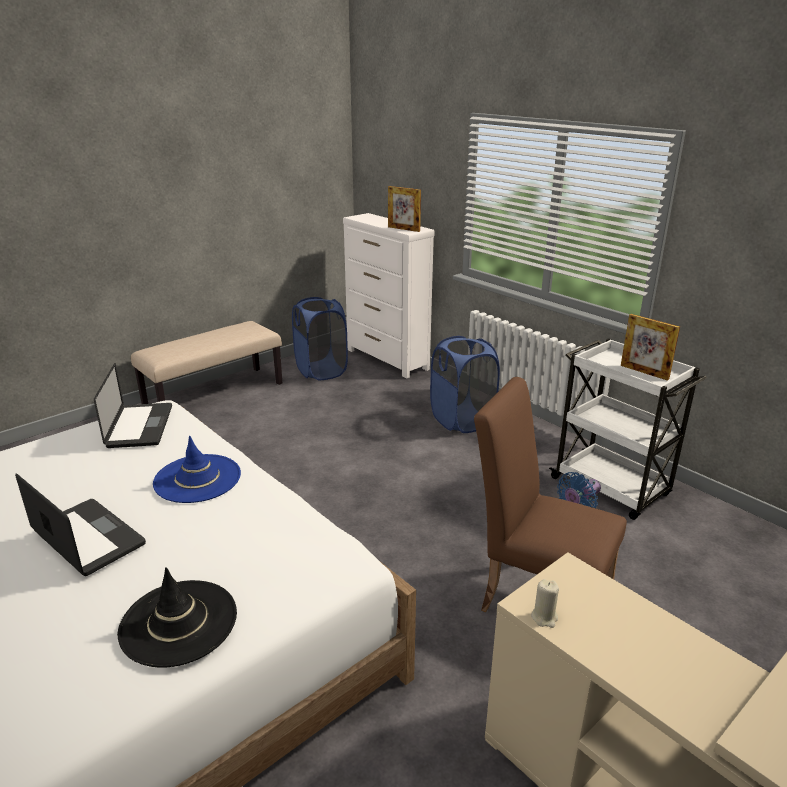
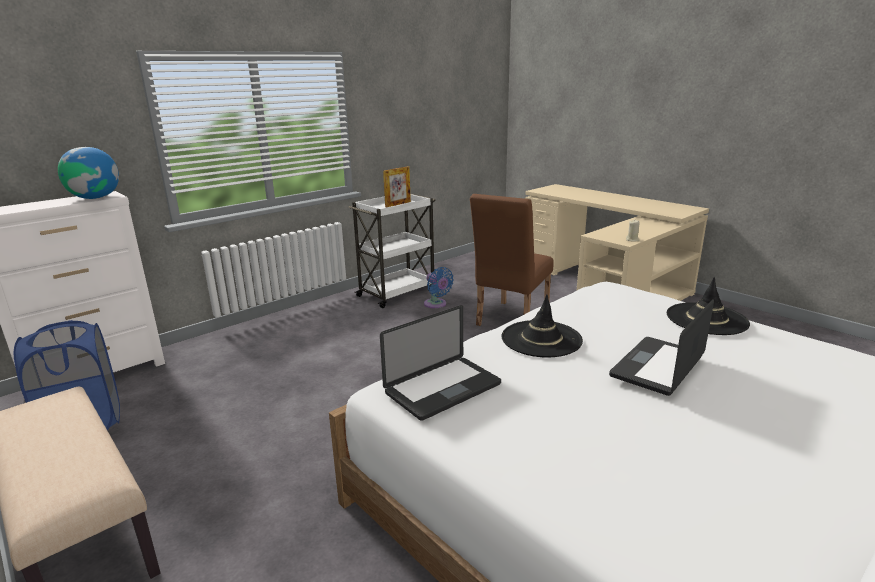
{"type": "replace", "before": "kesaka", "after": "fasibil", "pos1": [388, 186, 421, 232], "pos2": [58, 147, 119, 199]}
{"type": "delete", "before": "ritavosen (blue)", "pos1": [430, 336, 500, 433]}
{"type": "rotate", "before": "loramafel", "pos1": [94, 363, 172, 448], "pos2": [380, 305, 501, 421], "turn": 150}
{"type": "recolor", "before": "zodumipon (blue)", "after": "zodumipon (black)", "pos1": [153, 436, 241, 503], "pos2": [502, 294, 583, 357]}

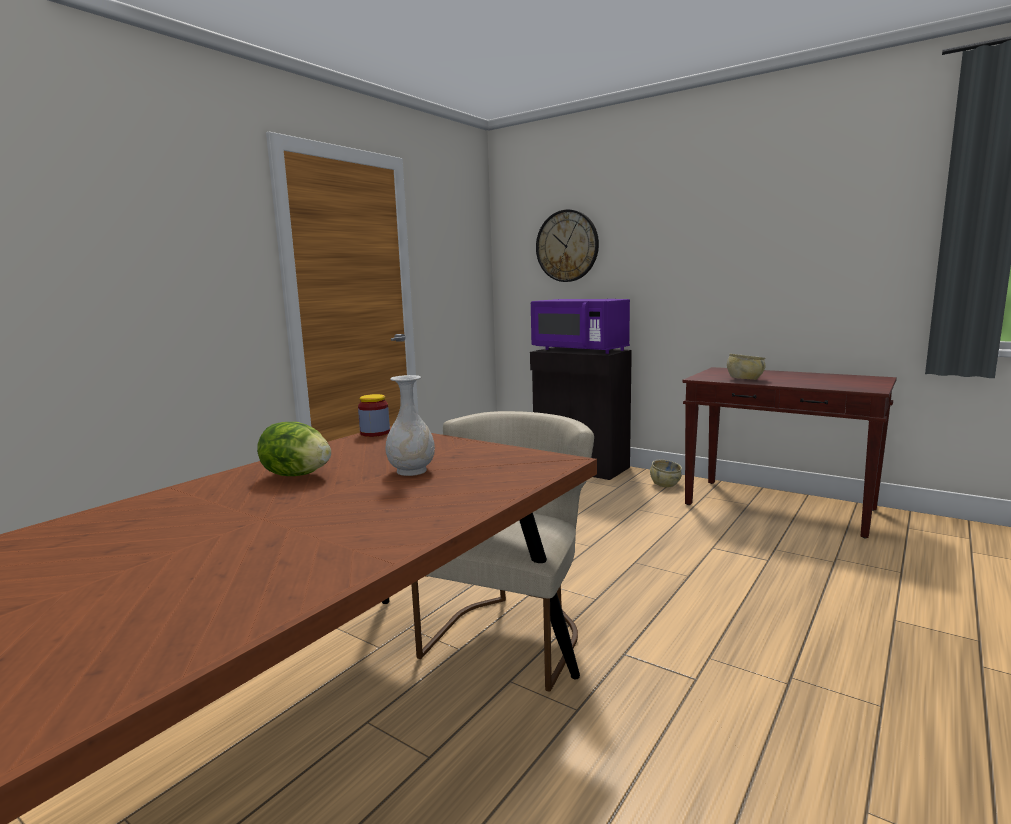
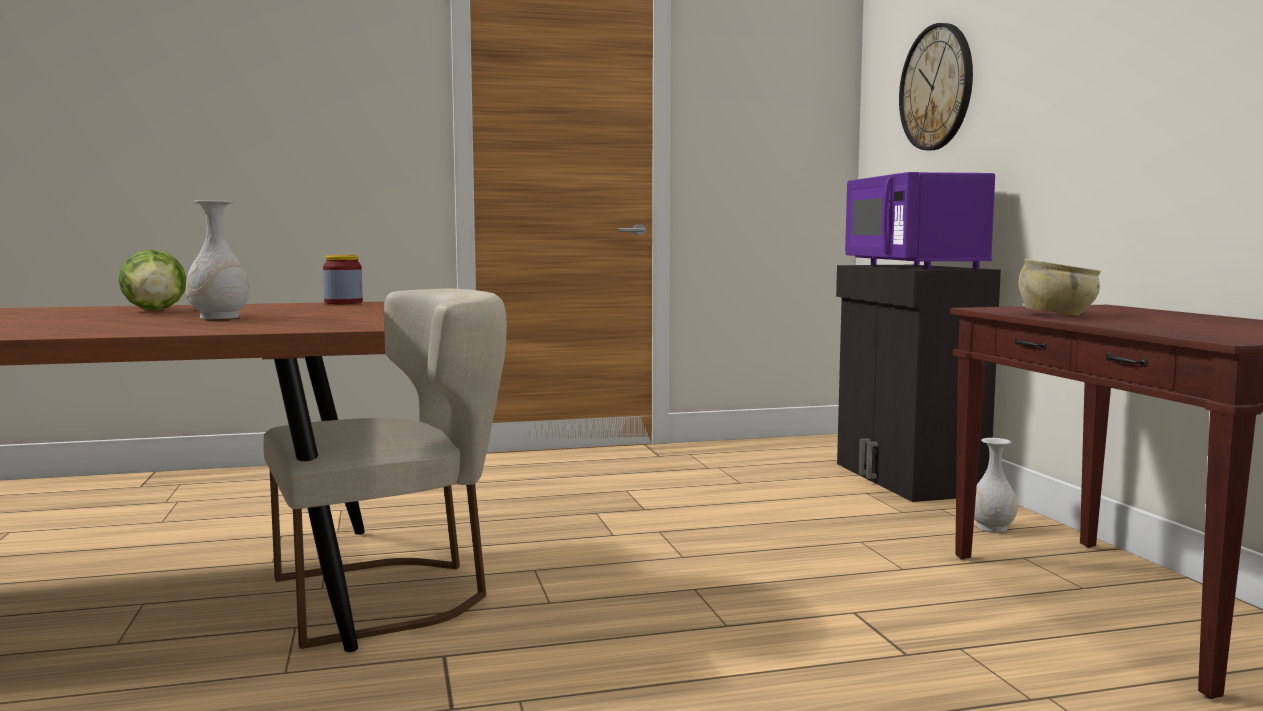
{"type": "replace", "before": "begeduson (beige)", "after": "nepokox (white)", "pos1": [650, 460, 682, 488], "pos2": [974, 438, 1018, 532]}

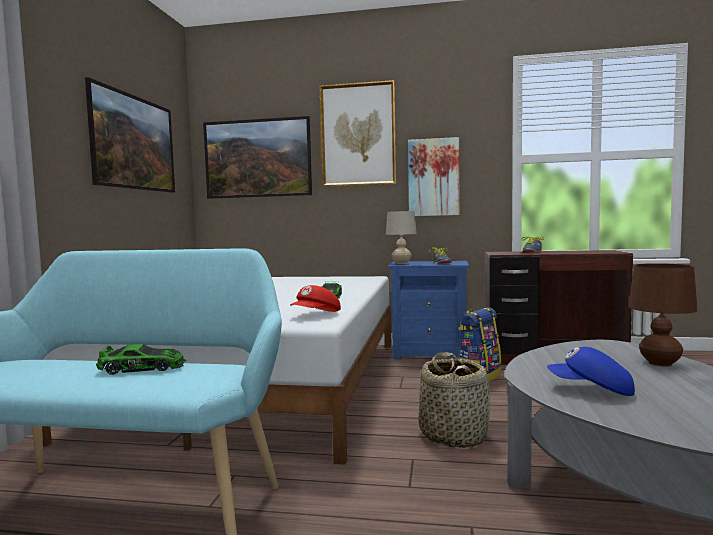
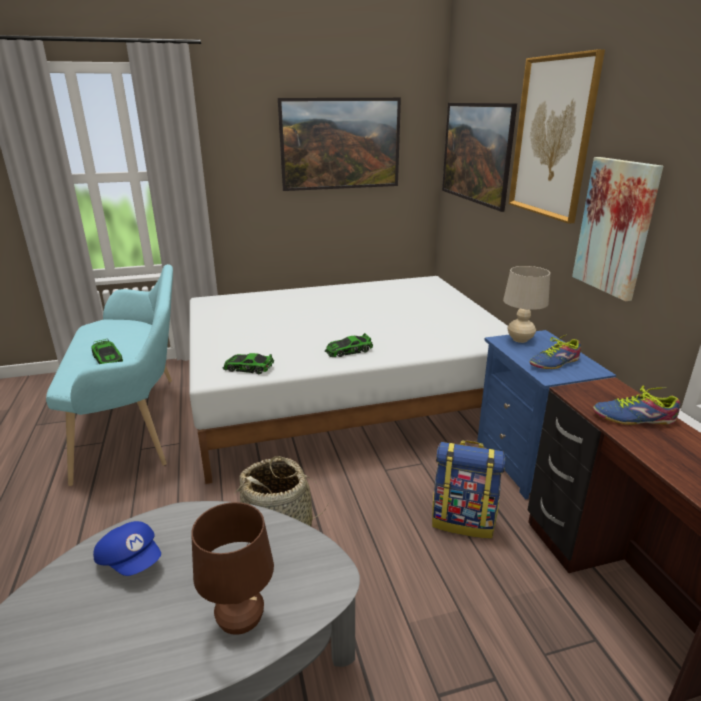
{"type": "replace", "before": "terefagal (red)", "after": "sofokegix", "pos1": [290, 285, 341, 312], "pos2": [223, 353, 274, 374]}
{"type": "rotate", "before": "terefagal (blue)", "pos1": [547, 347, 635, 396], "pos2": [93, 521, 161, 576], "turn": 135}

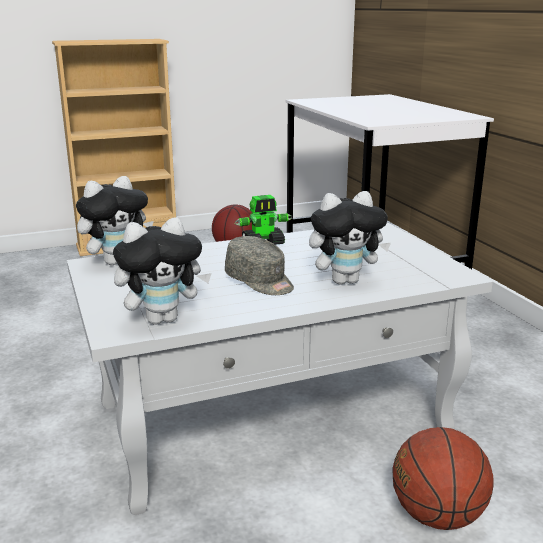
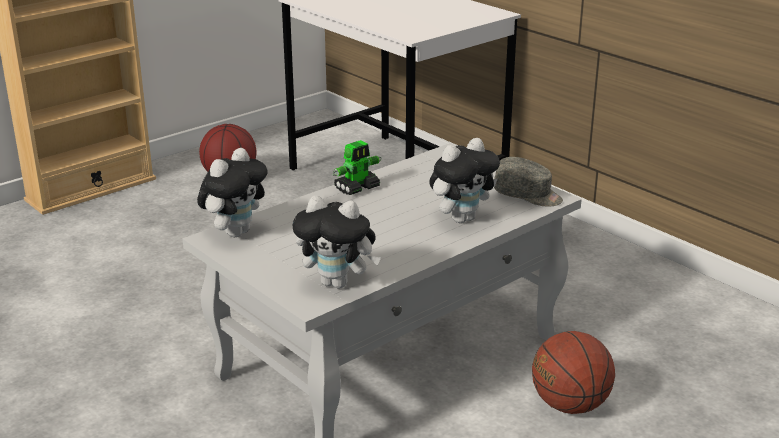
{"type": "rotate", "before": "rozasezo", "pos1": [113, 217, 212, 325], "pos2": [292, 196, 381, 288], "turn": 60}
{"type": "move", "before": "terefagal (grey)", "pos1": [225, 236, 294, 295], "pos2": [494, 157, 563, 206]}

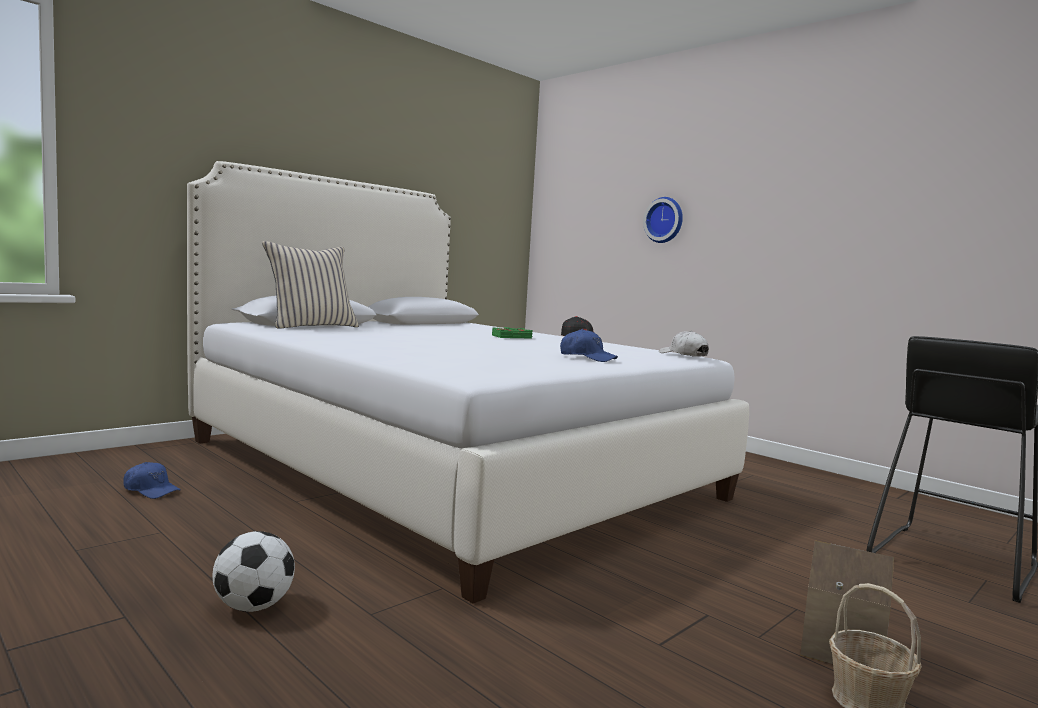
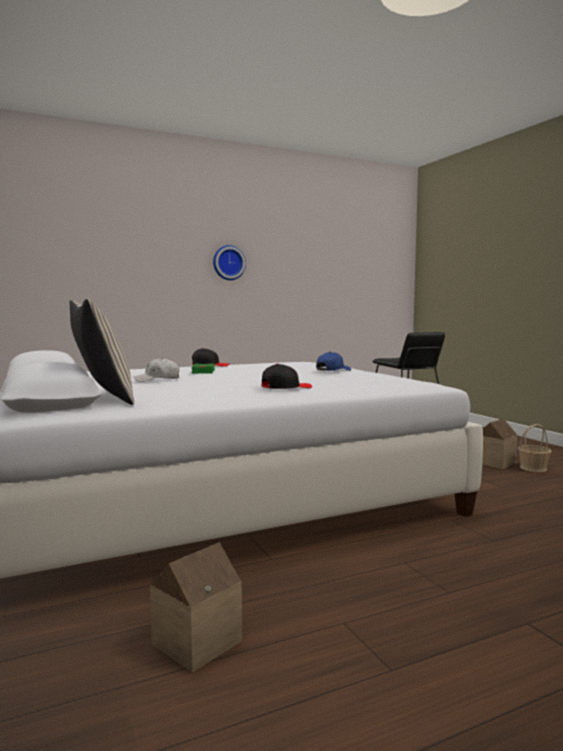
{"type": "move", "before": "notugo", "pos1": [643, 197, 683, 243], "pos2": [213, 245, 246, 280]}
{"type": "move", "before": "terefagal (white)", "pos1": [659, 331, 709, 357], "pos2": [134, 358, 180, 382]}
{"type": "replace", "before": "terefagal (blue)", "after": "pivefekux", "pos1": [123, 462, 181, 499], "pos2": [150, 542, 242, 673]}
{"type": "delete", "before": "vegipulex", "pos1": [212, 531, 295, 612]}
{"type": "insert", "after": "terefagal (black)", "pos2": [262, 364, 312, 389]}

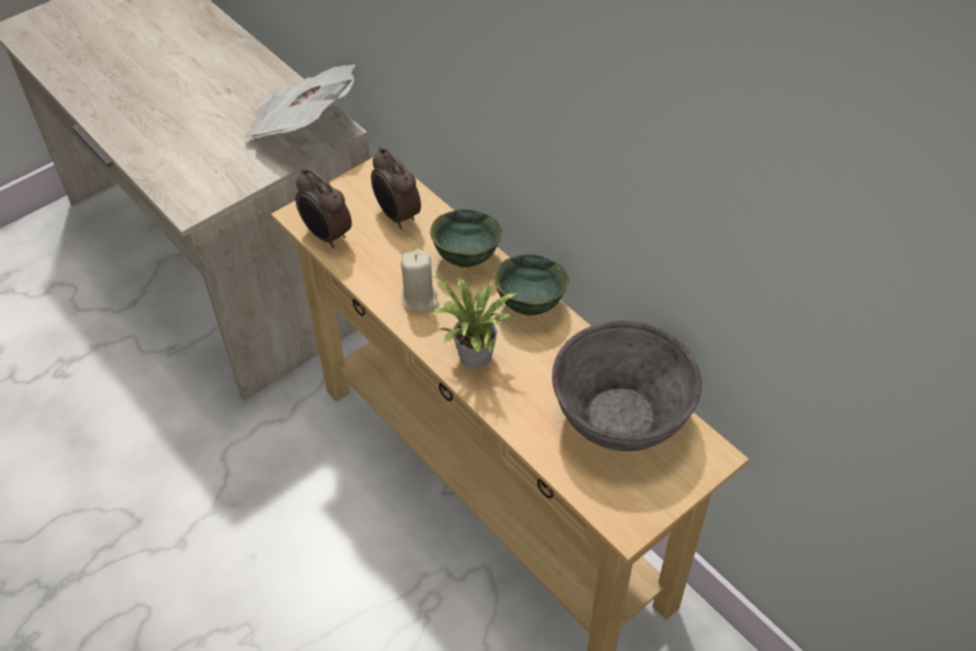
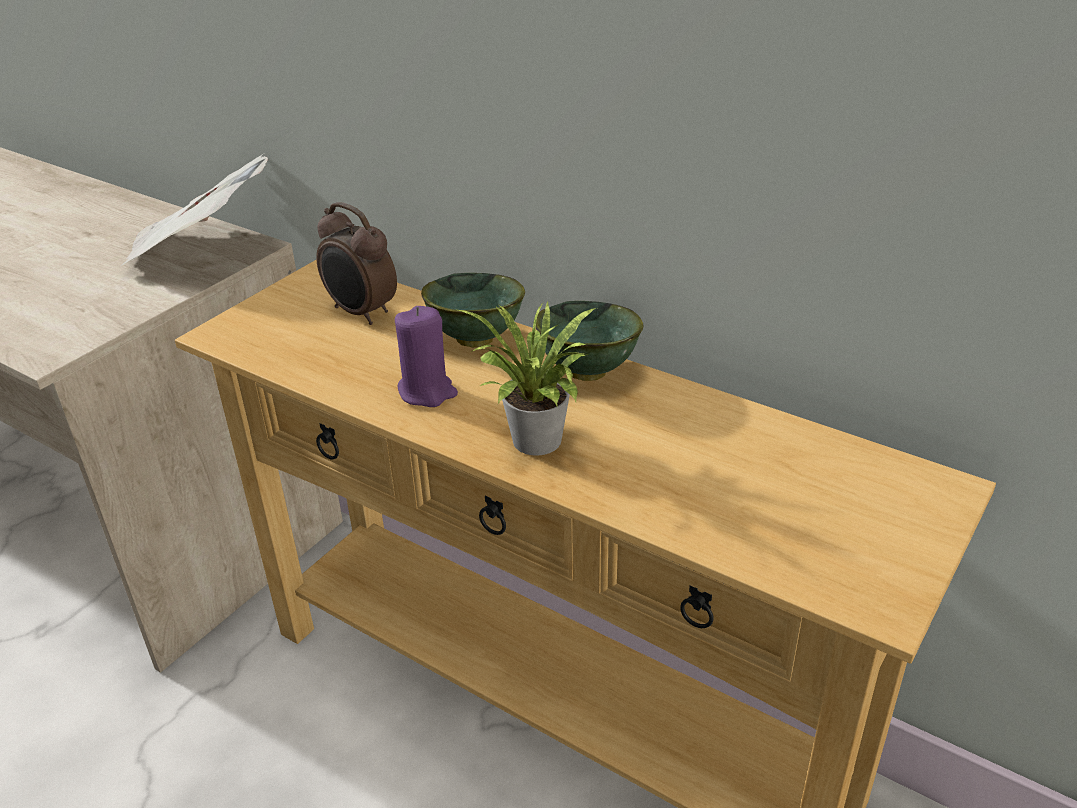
{"type": "delete", "before": "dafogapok", "pos1": [295, 168, 352, 248]}
{"type": "recolor", "before": "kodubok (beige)", "after": "kodubok (purple)", "pos1": [401, 249, 439, 314], "pos2": [395, 306, 458, 407]}
{"type": "delete", "before": "begeduson (grey)", "pos1": [552, 321, 702, 451]}

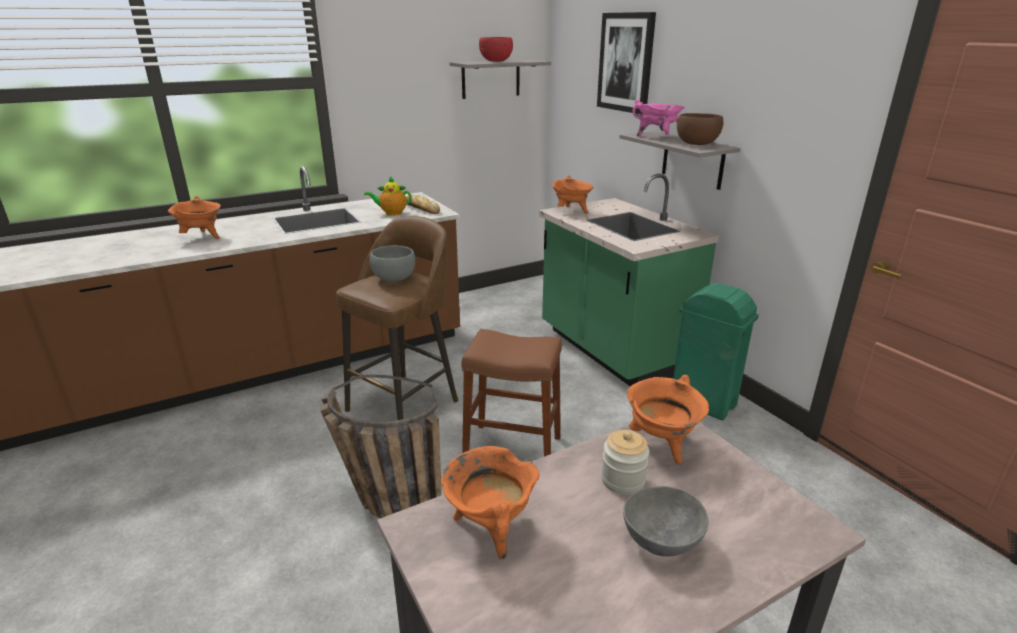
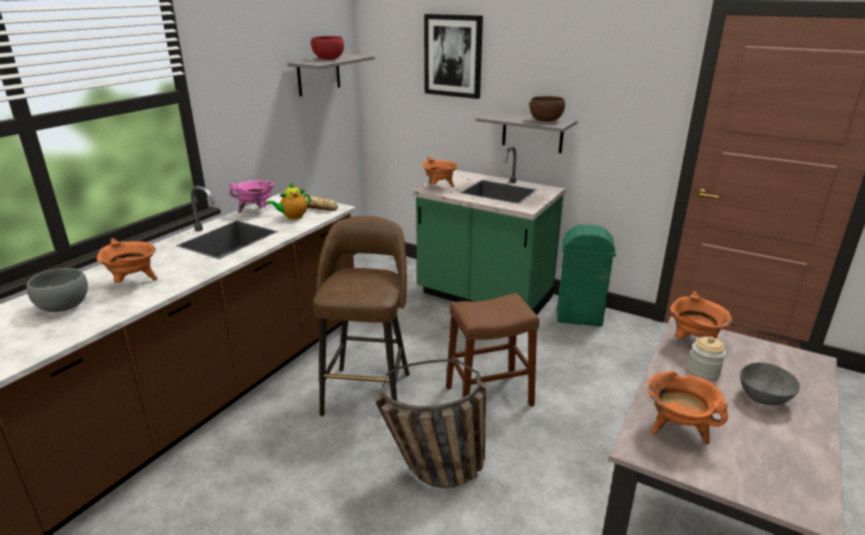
{"type": "move", "before": "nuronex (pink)", "pos1": [632, 99, 685, 137], "pos2": [229, 180, 275, 213]}
{"type": "move", "before": "begeduson (grey)", "pos1": [370, 245, 415, 282], "pos2": [27, 268, 88, 312]}

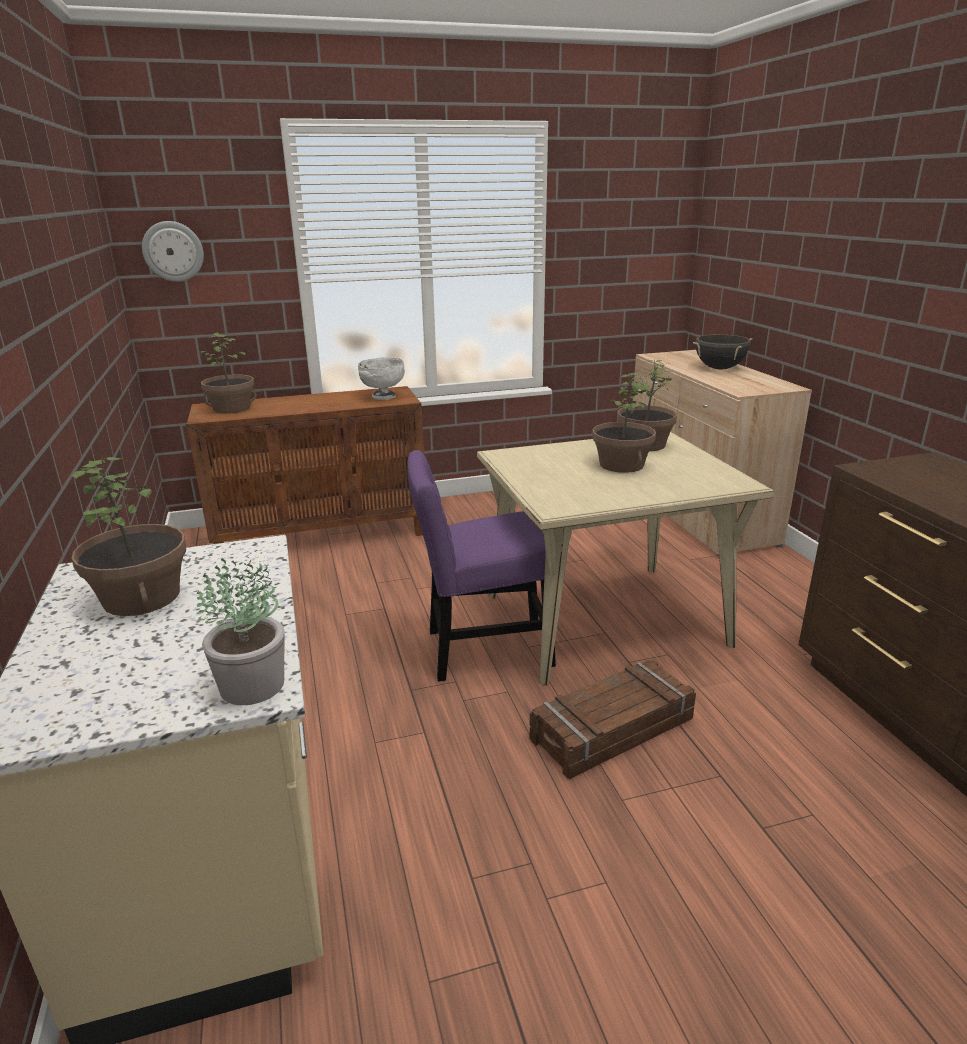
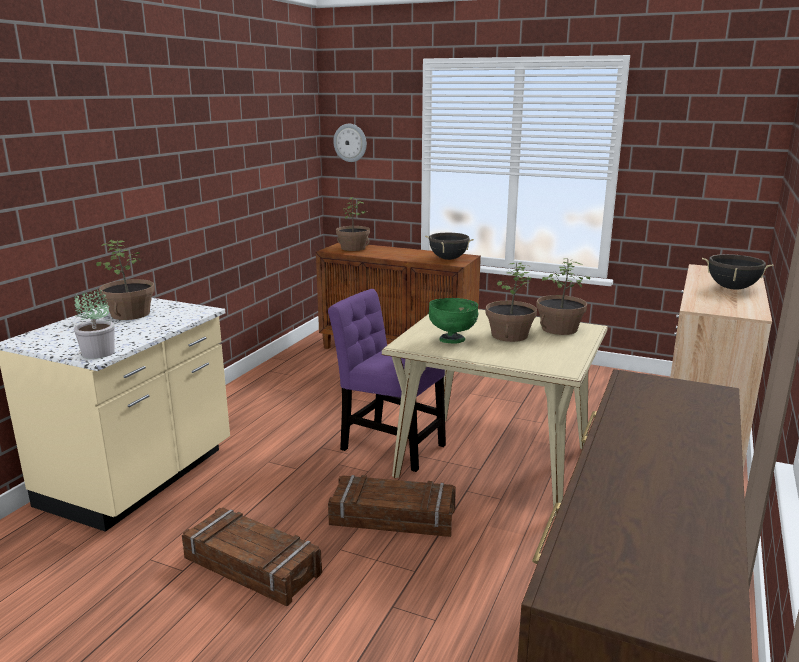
{"type": "replace", "before": "begeduson (white)", "after": "nuronex (black)", "pos1": [358, 357, 405, 400], "pos2": [425, 233, 474, 260]}
{"type": "insert", "after": "begeduson (green)", "pos2": [429, 298, 478, 344]}
{"type": "insert", "after": "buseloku", "pos2": [182, 507, 322, 606]}

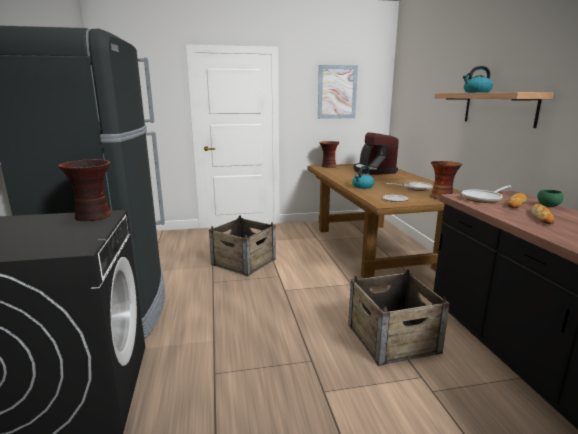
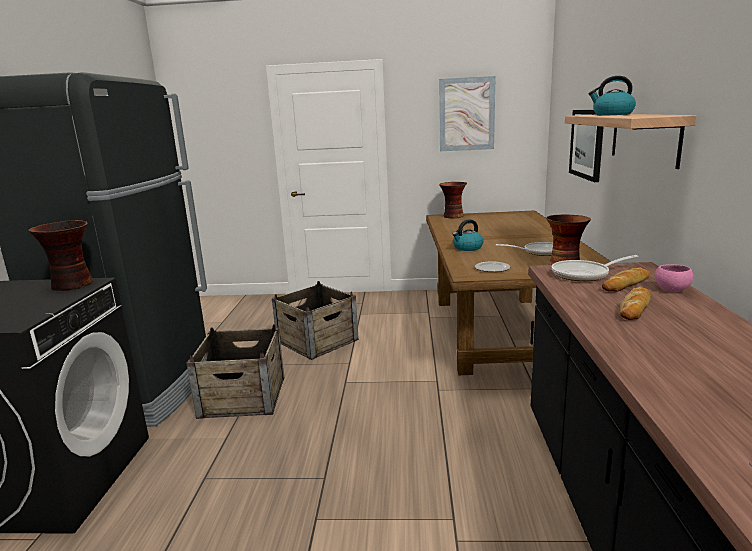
{"type": "delete", "before": "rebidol", "pos1": [354, 133, 399, 175]}
{"type": "recolor", "before": "begeduson (green)", "after": "begeduson (pink)", "pos1": [537, 190, 564, 207], "pos2": [655, 264, 693, 292]}
{"type": "move", "before": "buseloku", "pos1": [348, 269, 450, 366], "pos2": [186, 324, 284, 419]}
{"type": "insert", "after": "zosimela", "pos2": [569, 110, 603, 182]}

